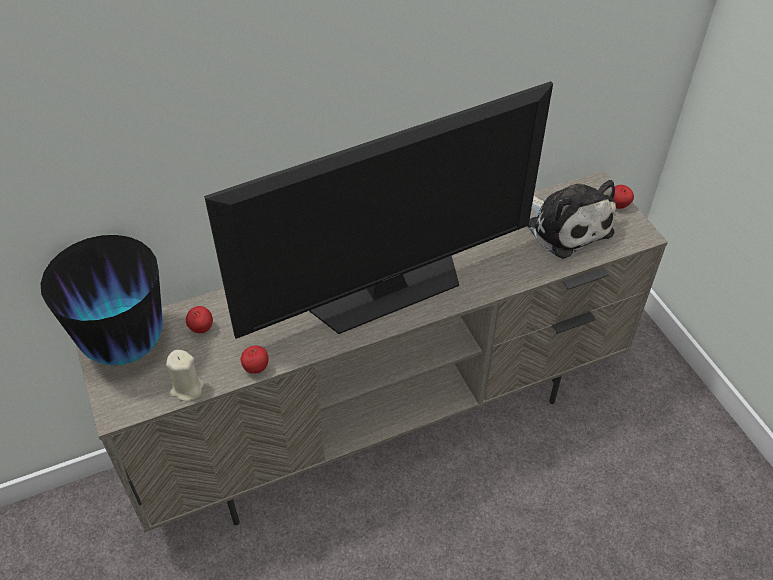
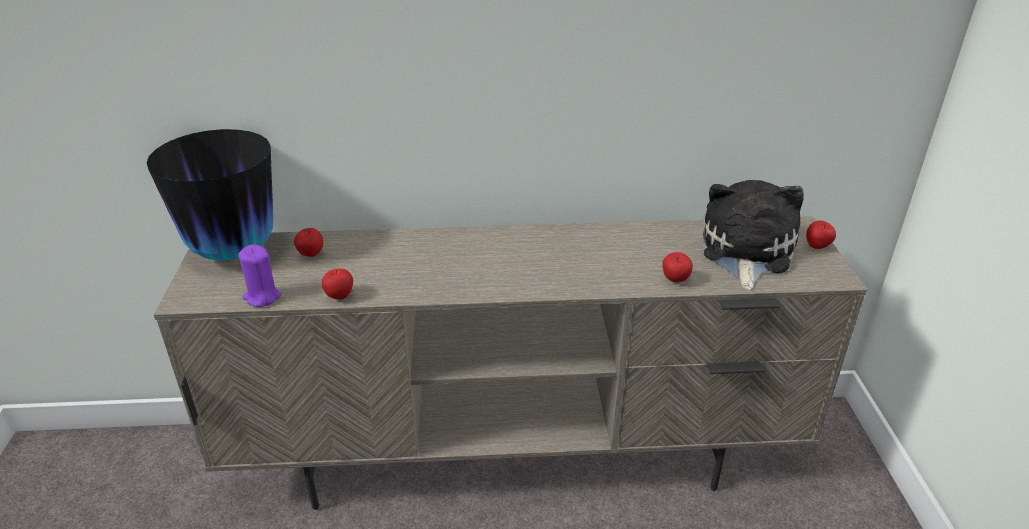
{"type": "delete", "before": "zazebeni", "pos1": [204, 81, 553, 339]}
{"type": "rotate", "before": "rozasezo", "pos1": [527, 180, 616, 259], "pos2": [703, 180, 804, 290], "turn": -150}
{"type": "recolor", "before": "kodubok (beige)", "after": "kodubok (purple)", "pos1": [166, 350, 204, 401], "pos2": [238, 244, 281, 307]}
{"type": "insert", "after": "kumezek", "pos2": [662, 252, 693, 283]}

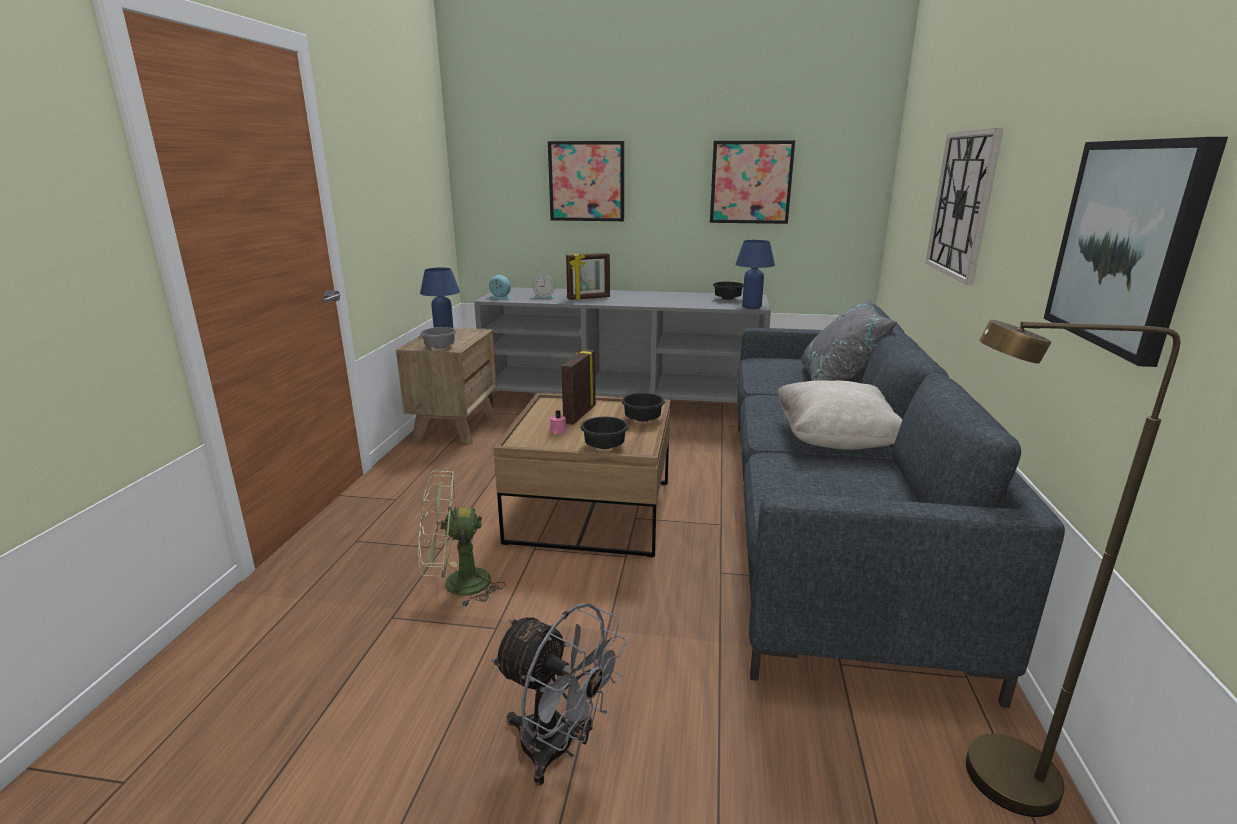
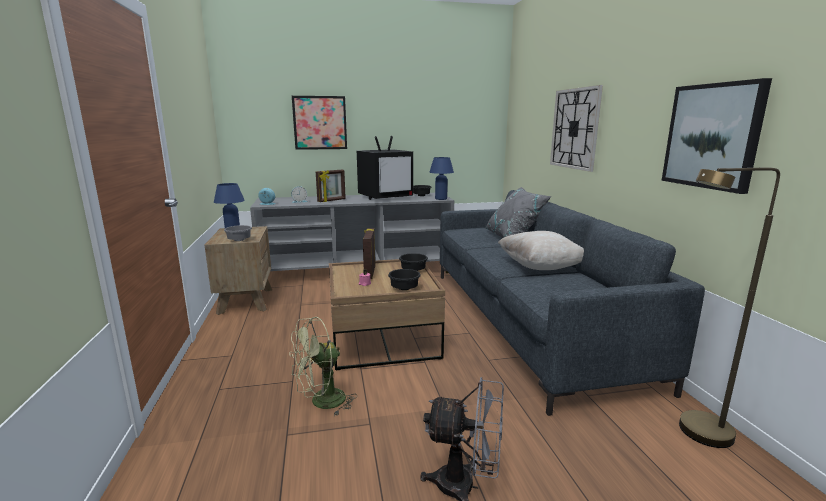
{"type": "delete", "before": "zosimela", "pos1": [710, 140, 795, 224]}
{"type": "insert", "after": "zazebeni", "pos2": [357, 136, 413, 200]}

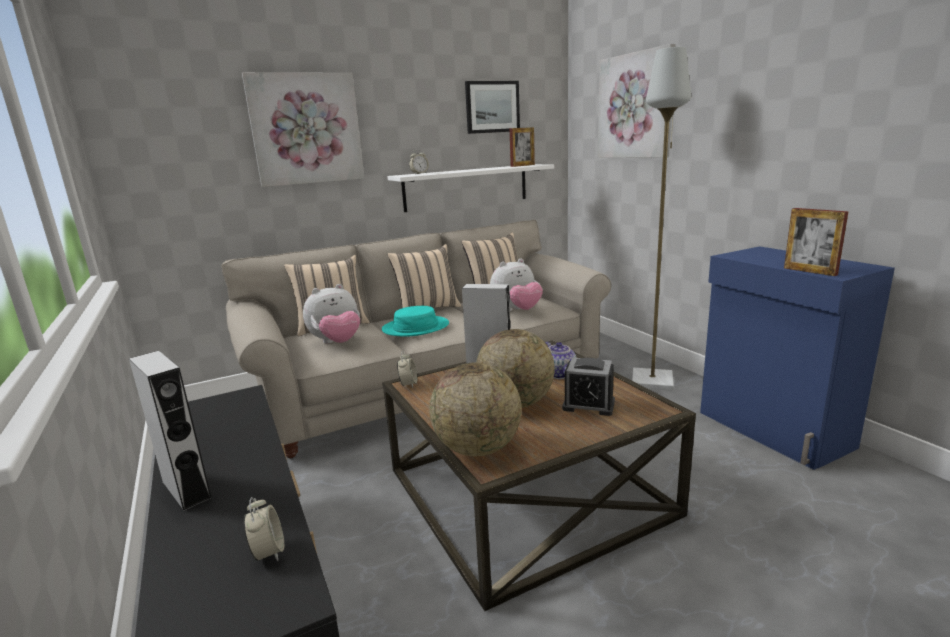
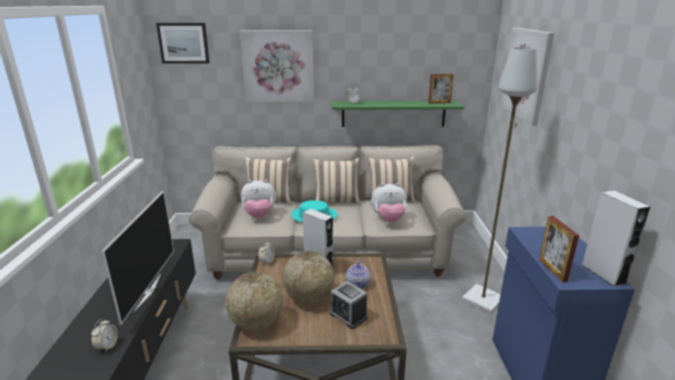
{"type": "move", "before": "zosimela", "pos1": [465, 81, 520, 134], "pos2": [156, 23, 210, 64]}
{"type": "recolor", "before": "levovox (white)", "after": "levovox (green)", "pos1": [387, 164, 554, 212], "pos2": [332, 101, 464, 127]}
{"type": "move", "before": "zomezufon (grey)", "pos1": [129, 351, 212, 512], "pos2": [582, 190, 651, 287]}
{"type": "insert", "after": "zazebeni", "pos2": [102, 191, 174, 325]}

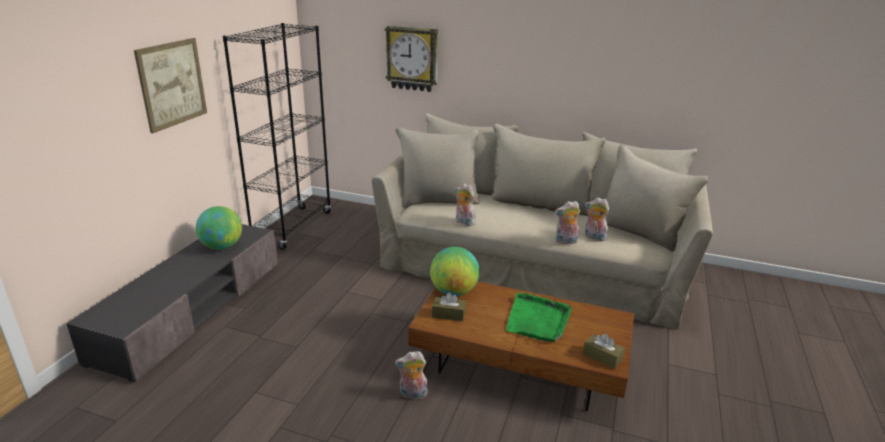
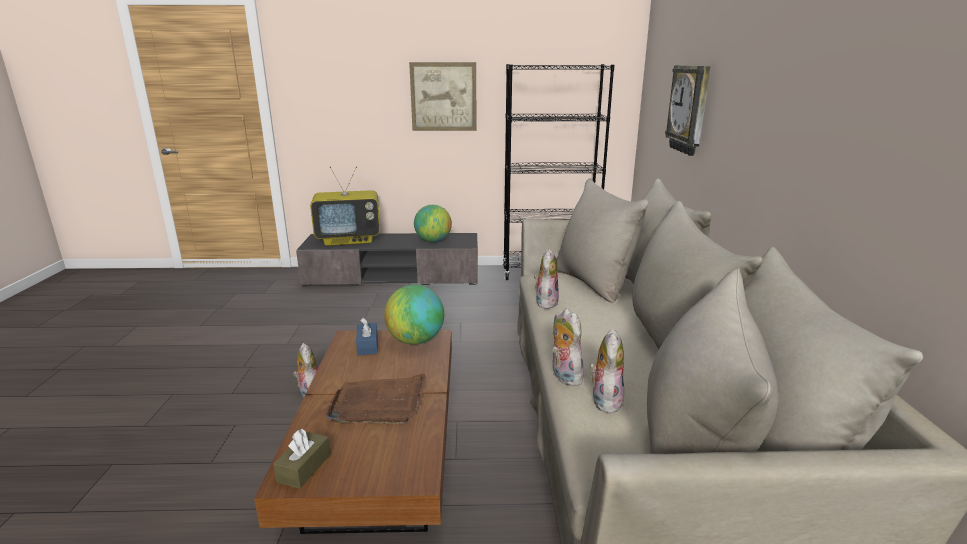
{"type": "recolor", "before": "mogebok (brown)", "after": "mogebok (blue)", "pos1": [432, 292, 466, 321], "pos2": [356, 317, 378, 355]}
{"type": "recolor", "before": "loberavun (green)", "after": "loberavun (brown)", "pos1": [506, 293, 572, 342], "pos2": [325, 373, 425, 424]}
{"type": "insert", "after": "zazebeni", "pos2": [310, 166, 380, 246]}

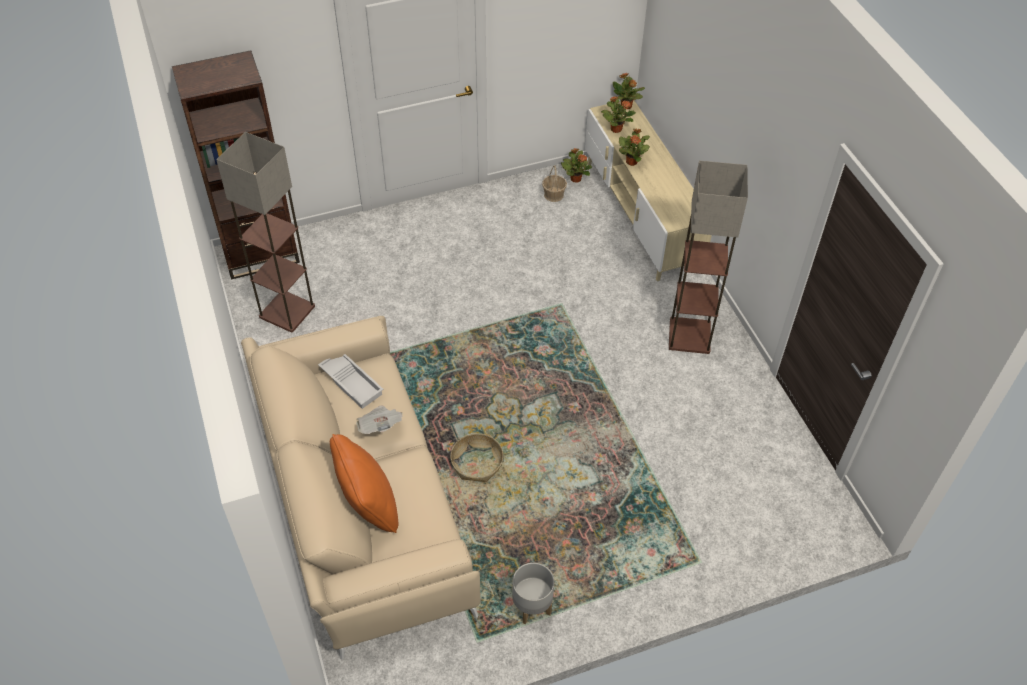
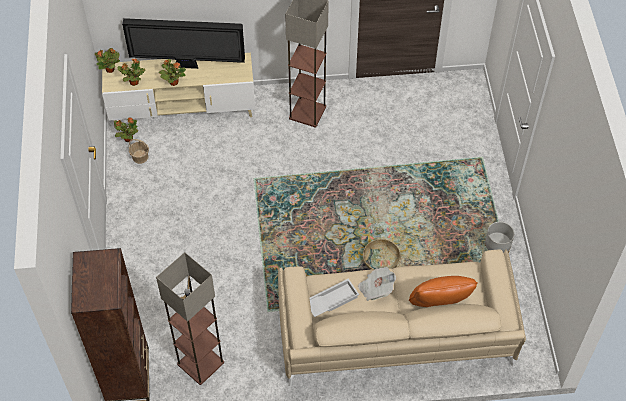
{"type": "insert", "after": "zazebeni", "pos2": [122, 18, 245, 69]}

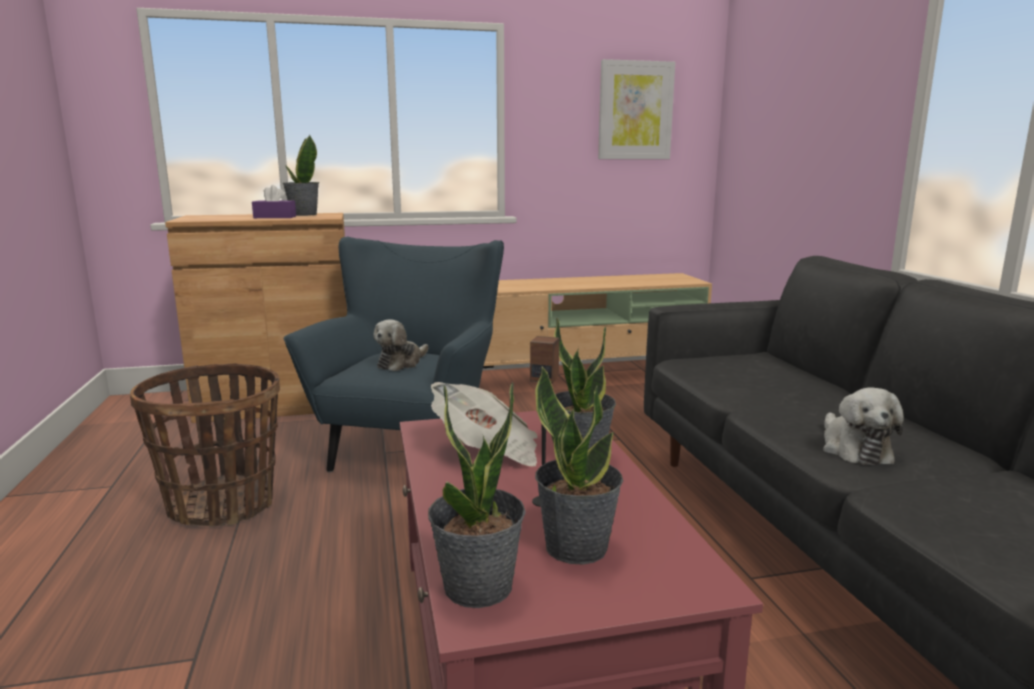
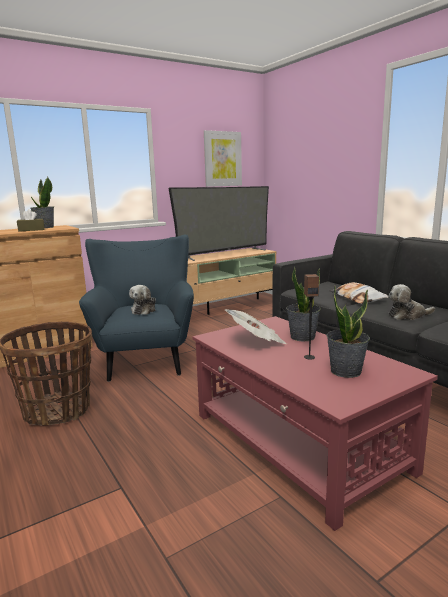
{"type": "recolor", "before": "mogebok (purple)", "after": "mogebok (brown)", "pos1": [252, 185, 296, 218], "pos2": [17, 209, 45, 232]}
{"type": "delete", "before": "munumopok", "pos1": [428, 382, 526, 608]}
{"type": "rotate", "before": "rozasezo", "pos1": [823, 387, 904, 465], "pos2": [388, 284, 435, 320], "turn": 105}
{"type": "insert", "after": "zazebeni", "pos2": [169, 186, 269, 261]}
{"type": "insert", "after": "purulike", "pos2": [329, 282, 389, 304]}

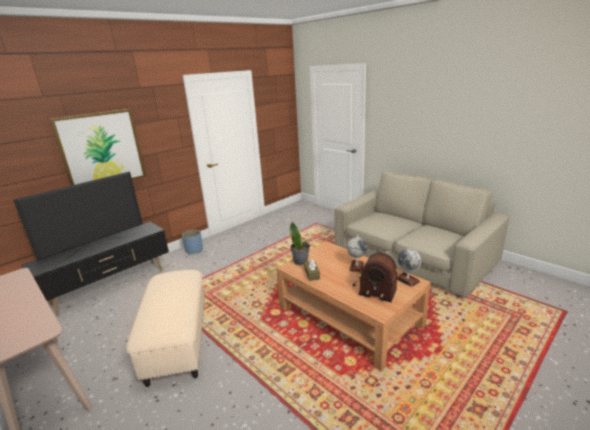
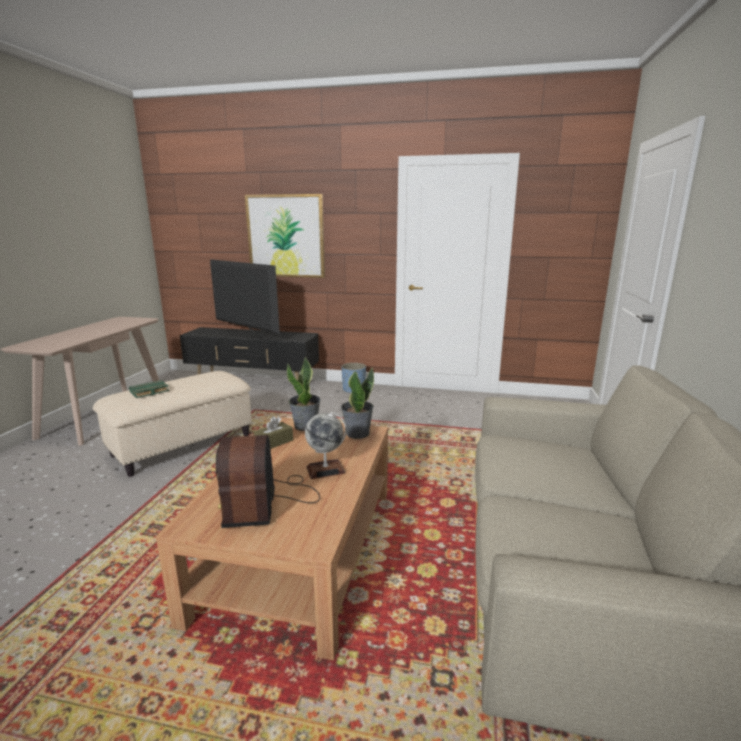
{"type": "rotate", "before": "zazebeni", "pos1": [13, 172, 143, 261], "pos2": [210, 259, 280, 339], "turn": -150}
{"type": "delete", "before": "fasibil", "pos1": [397, 249, 421, 287]}
{"type": "insert", "after": "munumopok", "pos2": [341, 368, 374, 439]}
{"type": "insert", "after": "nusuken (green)", "pos2": [129, 380, 169, 398]}

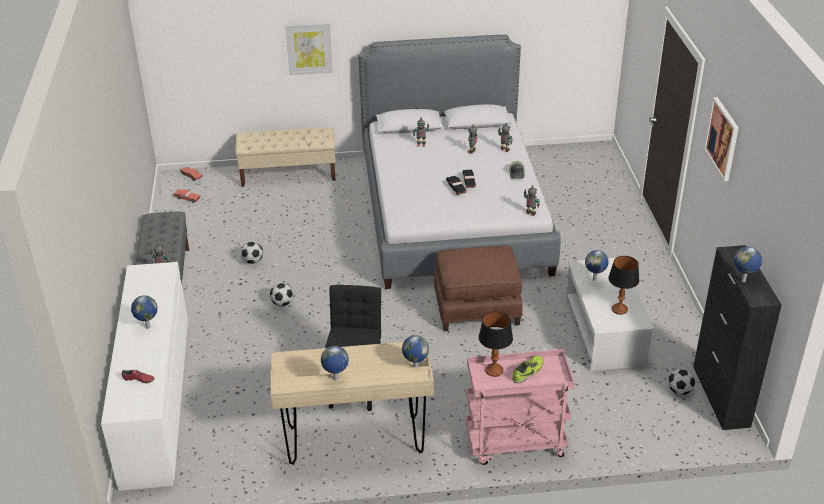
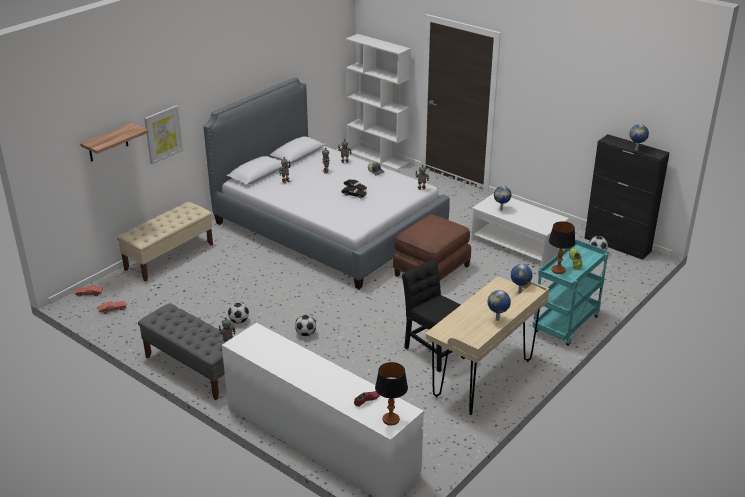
{"type": "delete", "before": "zosimela", "pos1": [704, 97, 739, 181]}
{"type": "move", "before": "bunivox", "pos1": [608, 256, 639, 315], "pos2": [375, 362, 408, 425]}
{"type": "delete", "before": "fasibil", "pos1": [131, 295, 158, 329]}
{"type": "recolor", "before": "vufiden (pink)", "after": "vufiden (turquoise)", "pos1": [465, 349, 574, 465], "pos2": [532, 239, 609, 346]}
{"type": "insert", "after": "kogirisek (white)", "pos2": [345, 34, 411, 170]}
{"type": "insert", "after": "levovox", "pos2": [80, 123, 149, 162]}

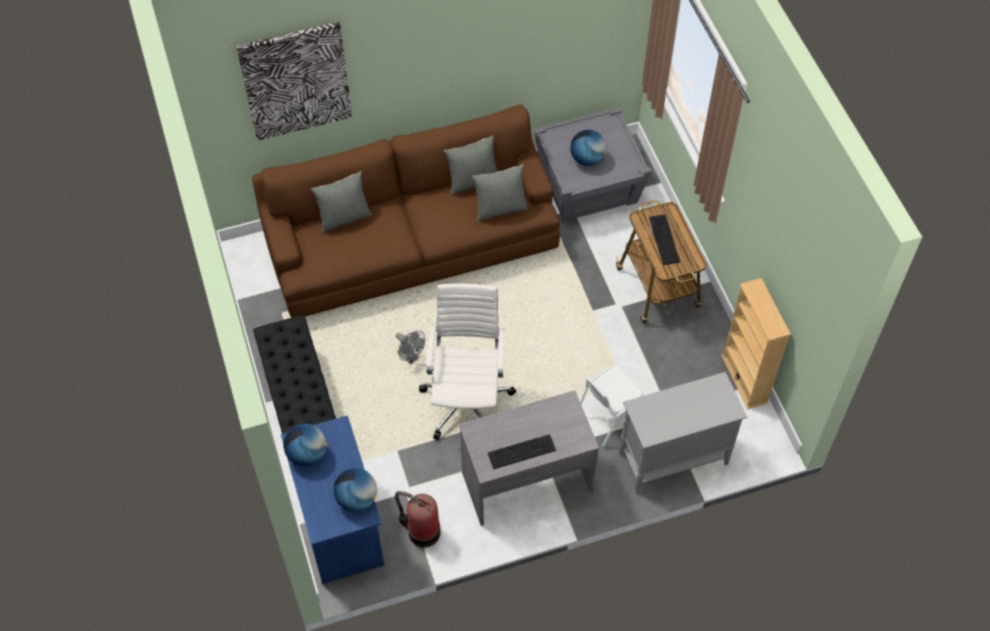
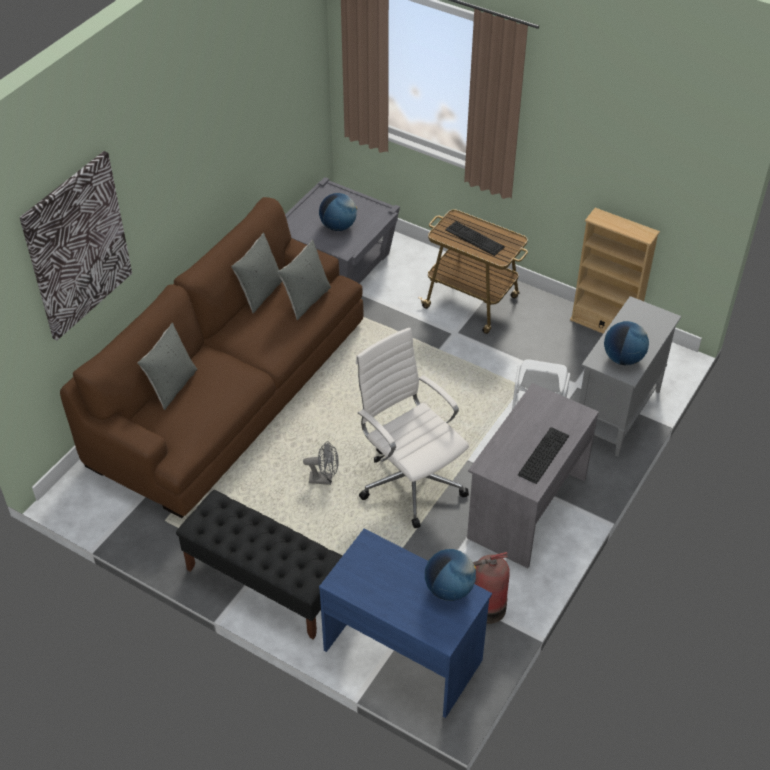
{"type": "move", "before": "fasibil", "pos1": [283, 424, 327, 466], "pos2": [604, 321, 649, 365]}

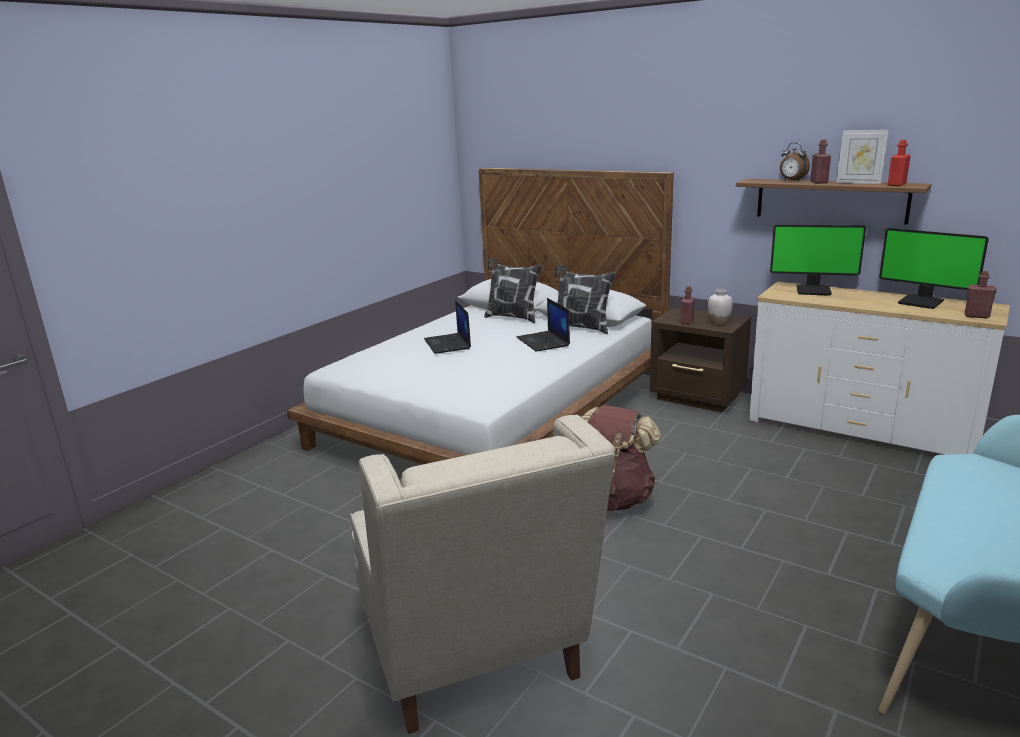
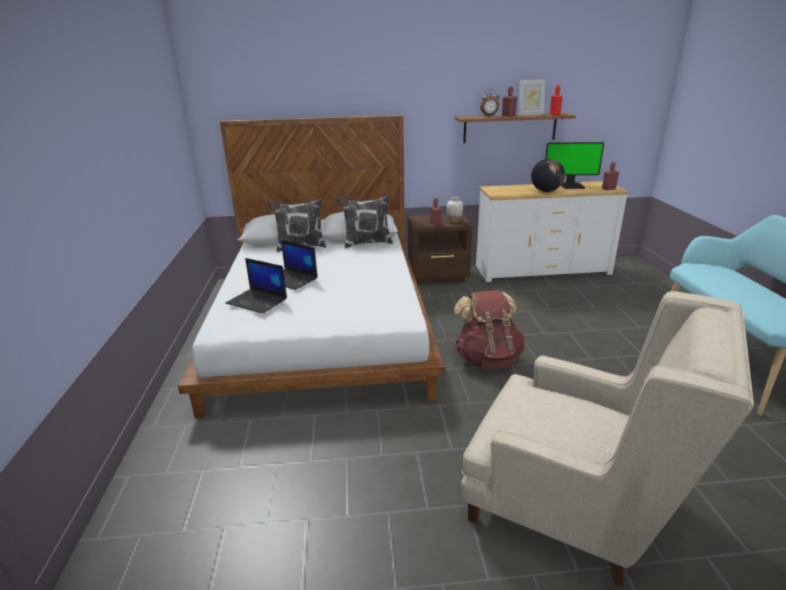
{"type": "delete", "before": "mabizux", "pos1": [770, 225, 866, 296]}
{"type": "move", "before": "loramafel", "pos1": [517, 298, 570, 351], "pos2": [226, 258, 287, 314]}
{"type": "insert", "after": "fasibil", "pos2": [531, 159, 565, 192]}

